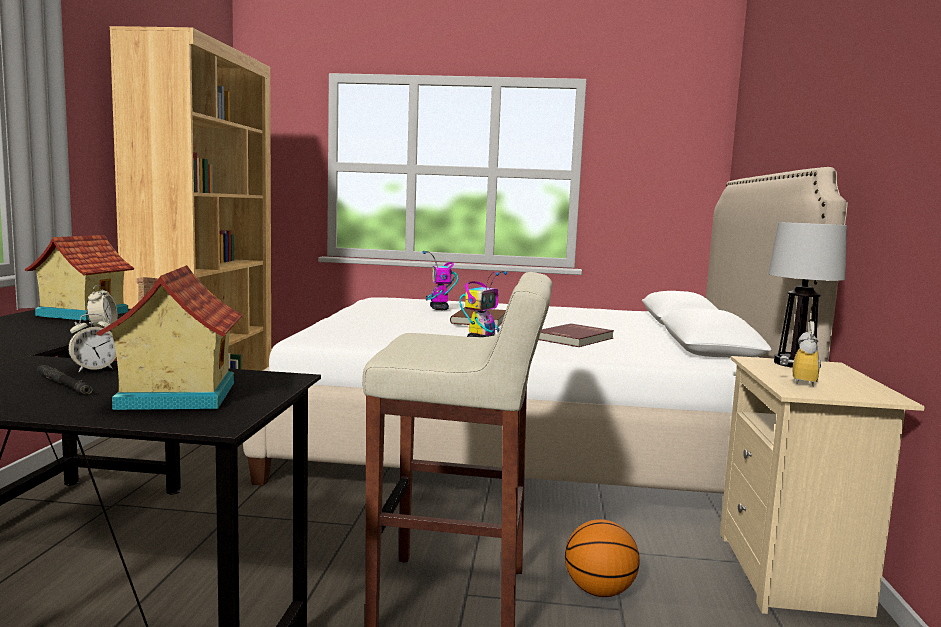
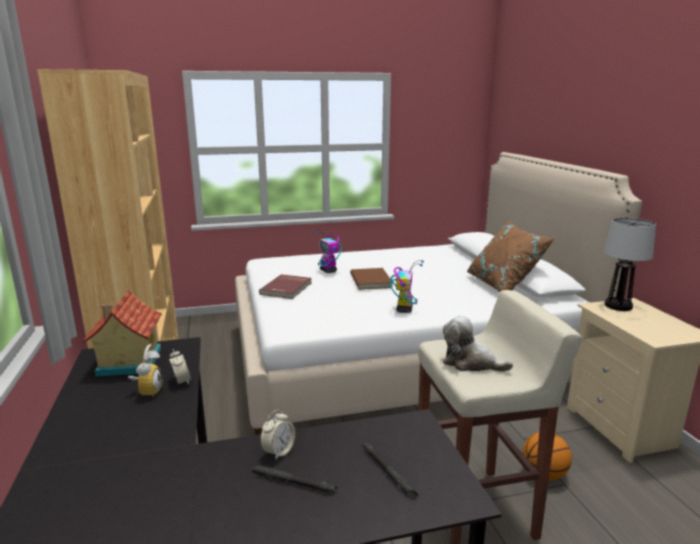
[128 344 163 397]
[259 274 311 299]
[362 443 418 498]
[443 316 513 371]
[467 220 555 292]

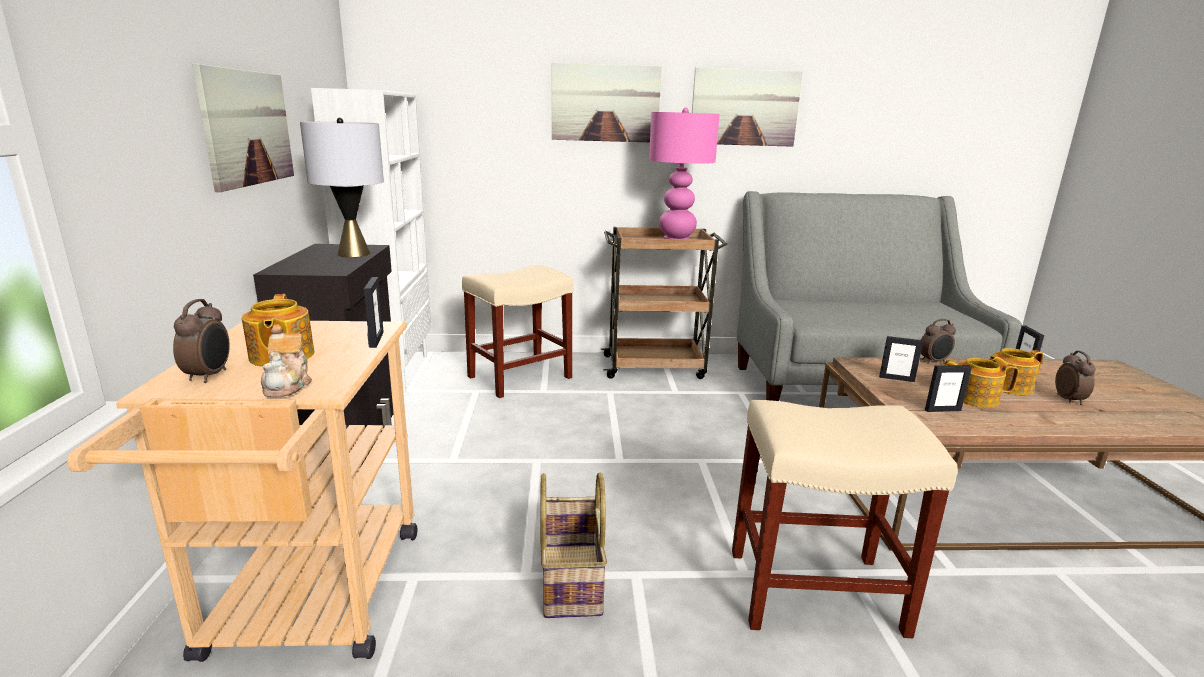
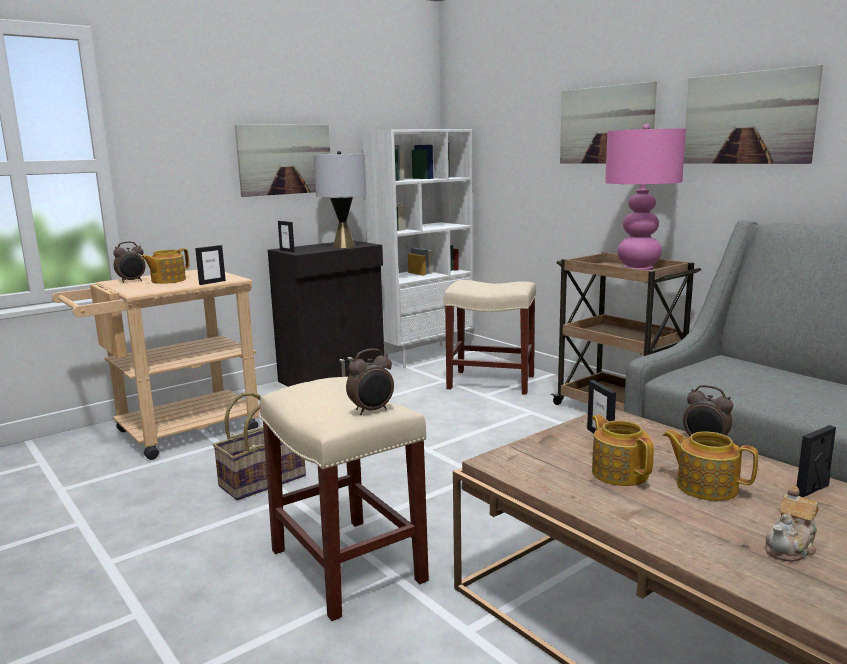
[278 221 295 252]
[346 348 394 415]
[765 486 819 562]

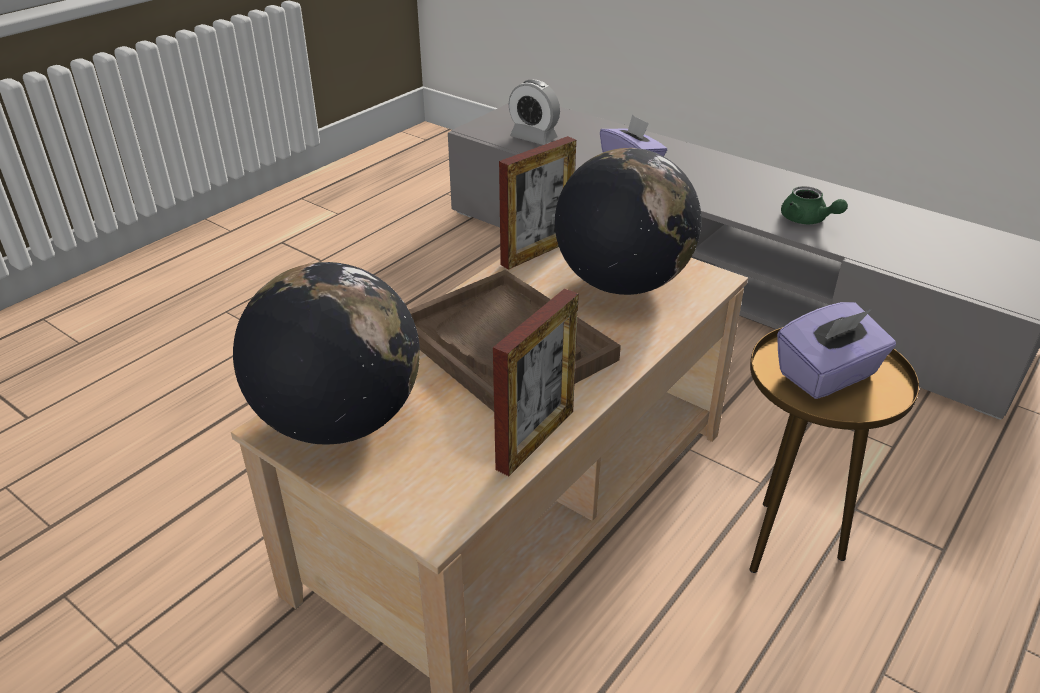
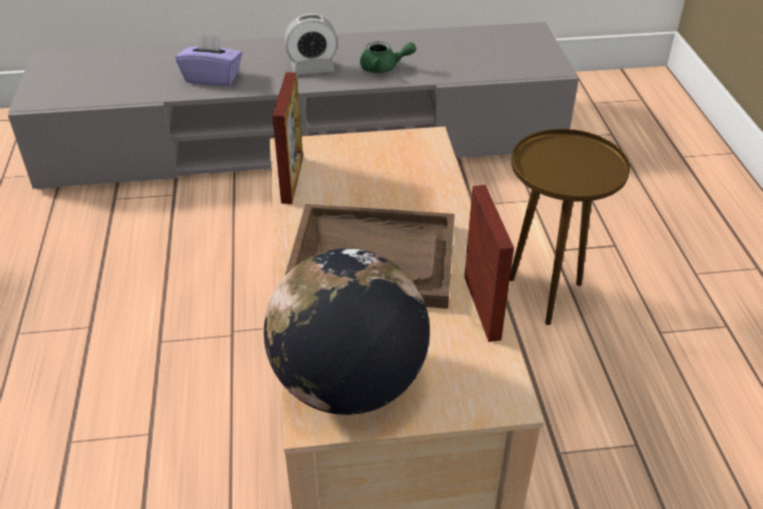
[284 14 338 75]
[555 148 702 295] (first image)
[777 302 896 399] (first image)

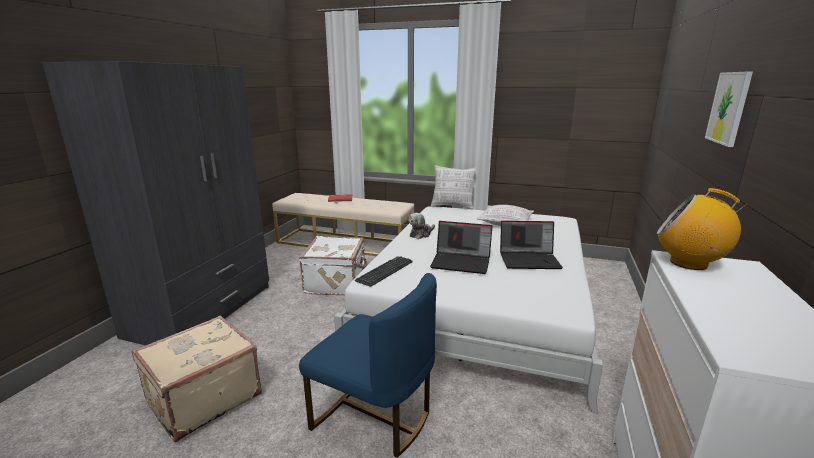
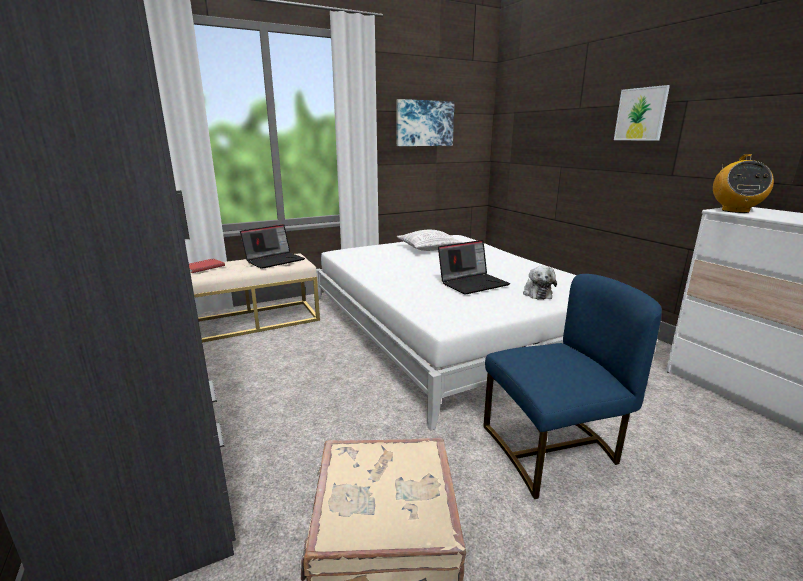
[240 224 305 269]
[396 99 454 146]
[523 265 557 299]
[713 154 774 213]
[299 236 367 295] (first image)
[355 256 413 287] (first image)
[431 165 477 209] (first image)

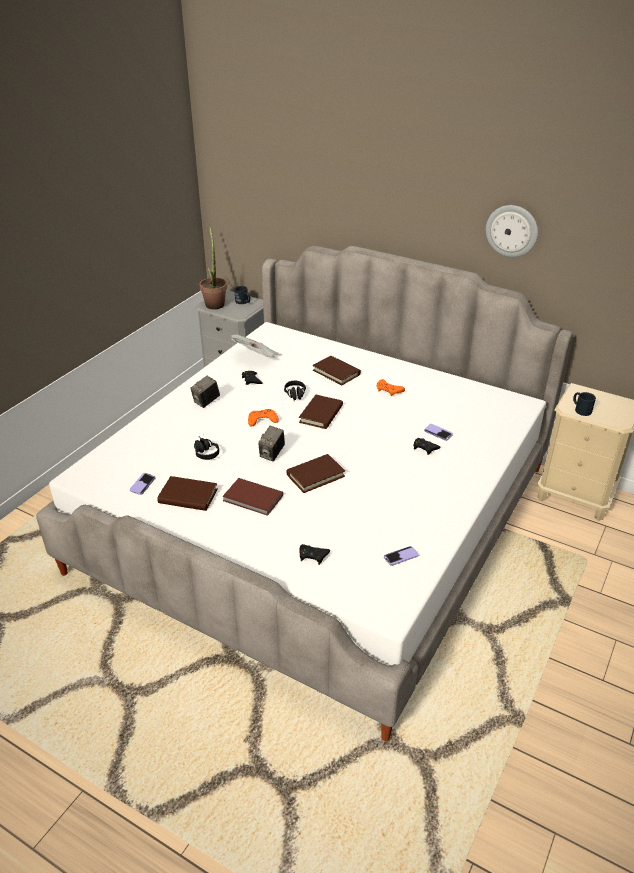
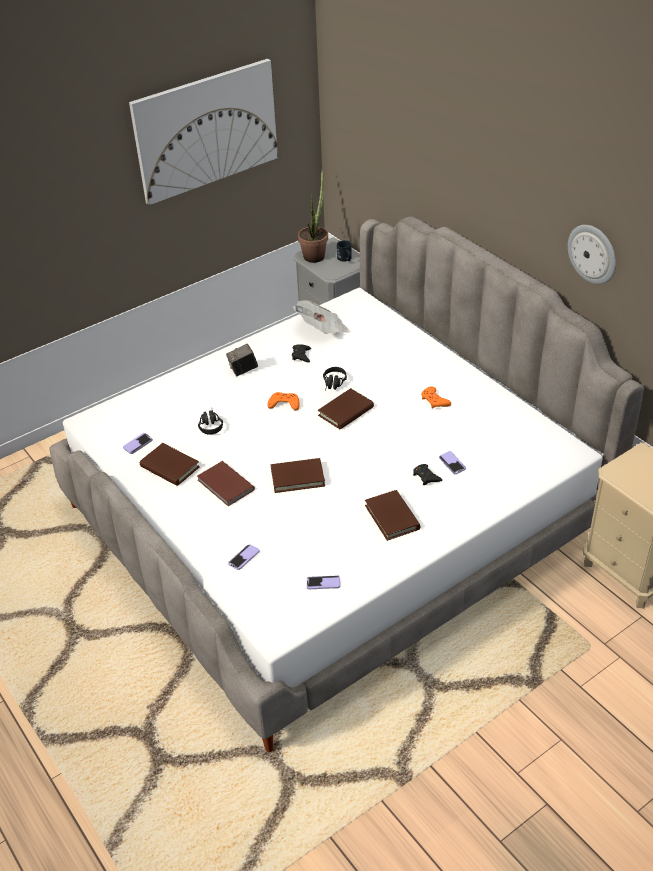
[129 59 278 205]
[228 544 260 570]
[365 490 420 541]
[258 426 285 461] (first image)
[573 392 596 416] (first image)

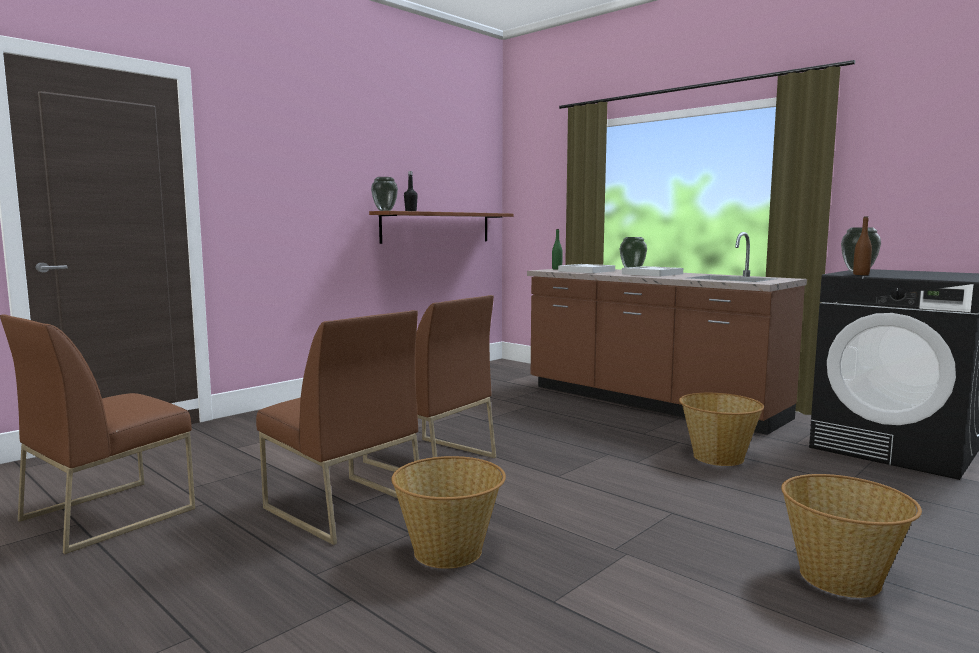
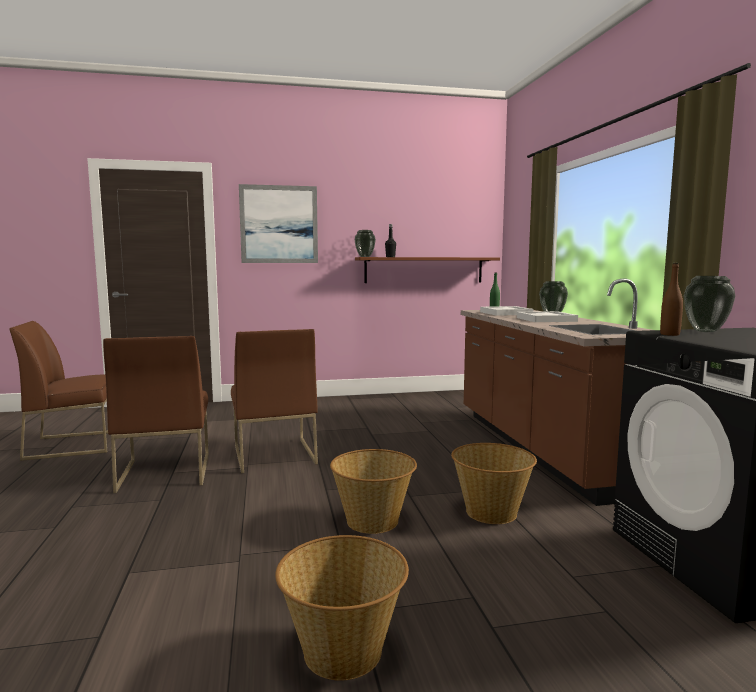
[239 184 318 263]
[330 449 417 534]

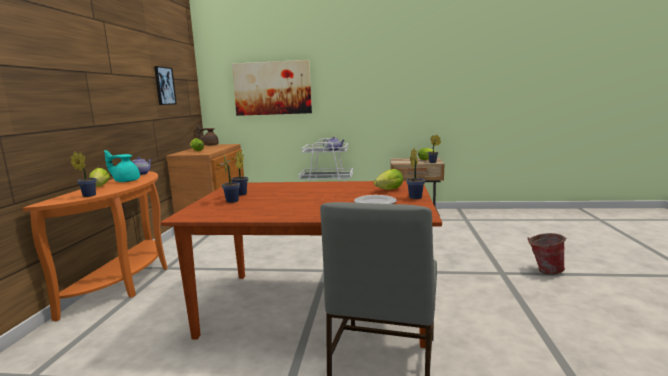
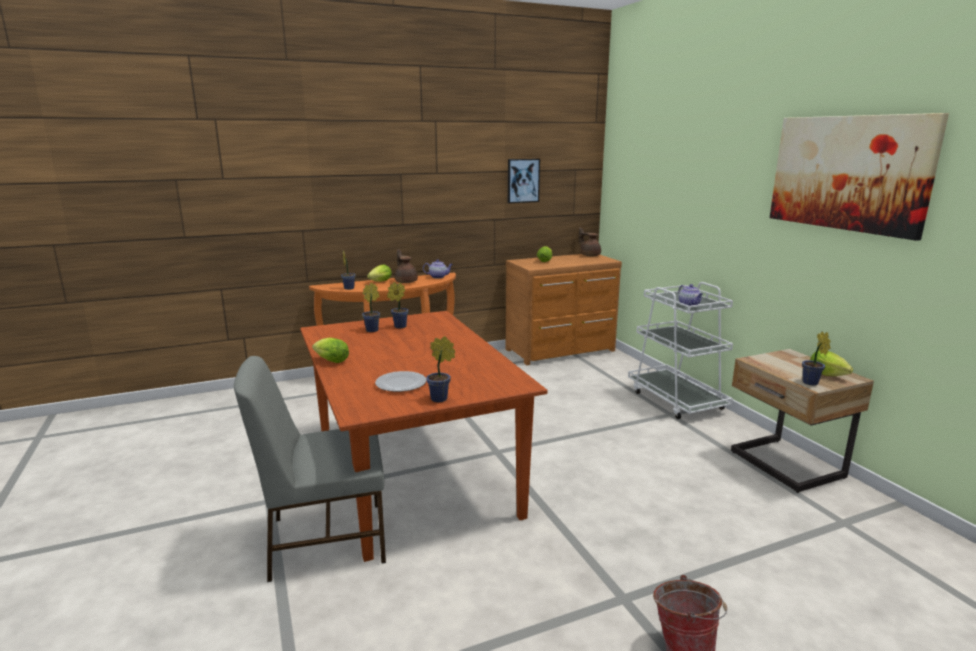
[312 338 349 363]
[395 249 418 283]
[770 113 949 241]

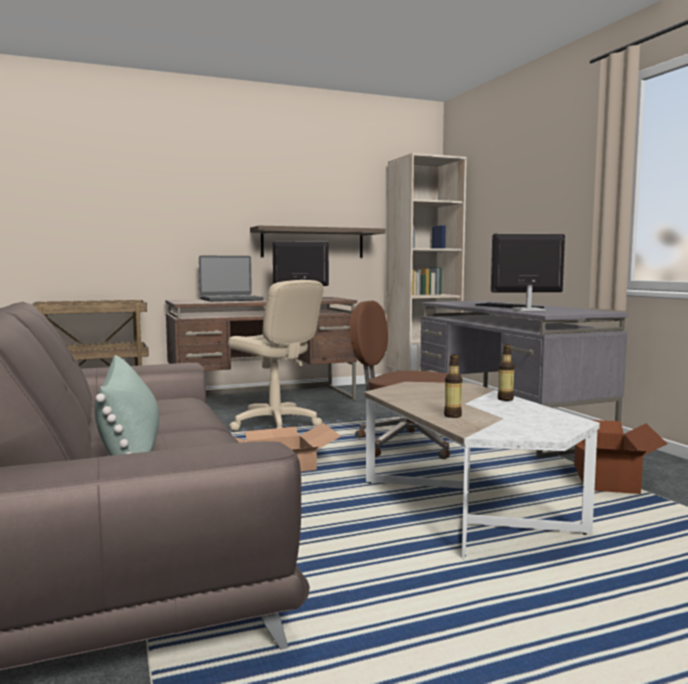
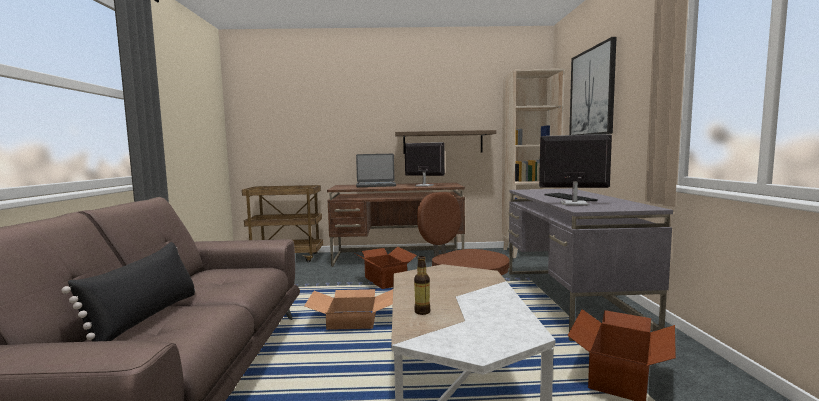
[61 242 195 342]
[356 247 417 289]
[569 37 616 135]
[498 344 514 401] (first image)

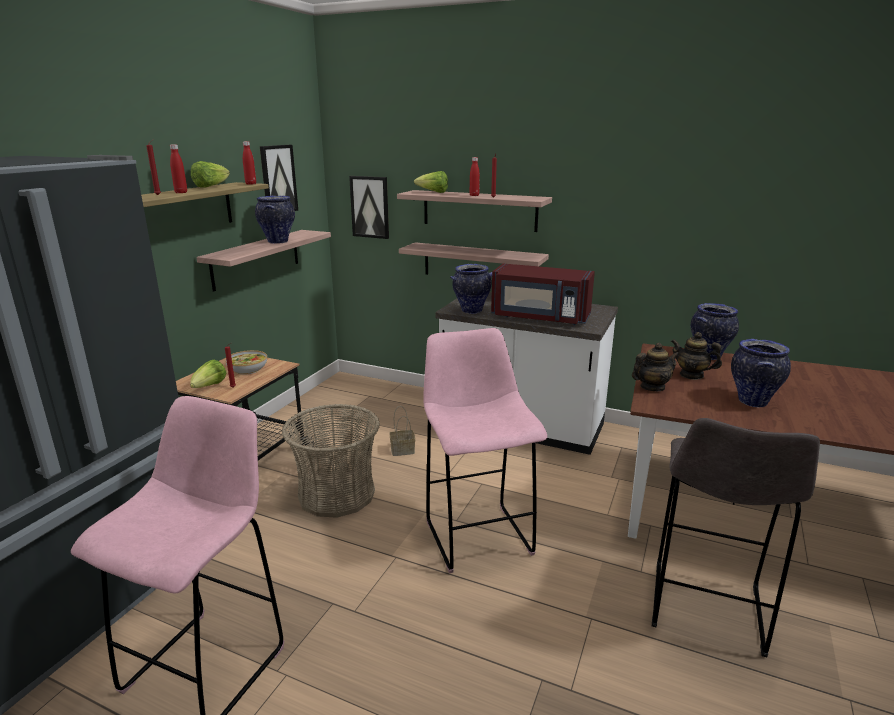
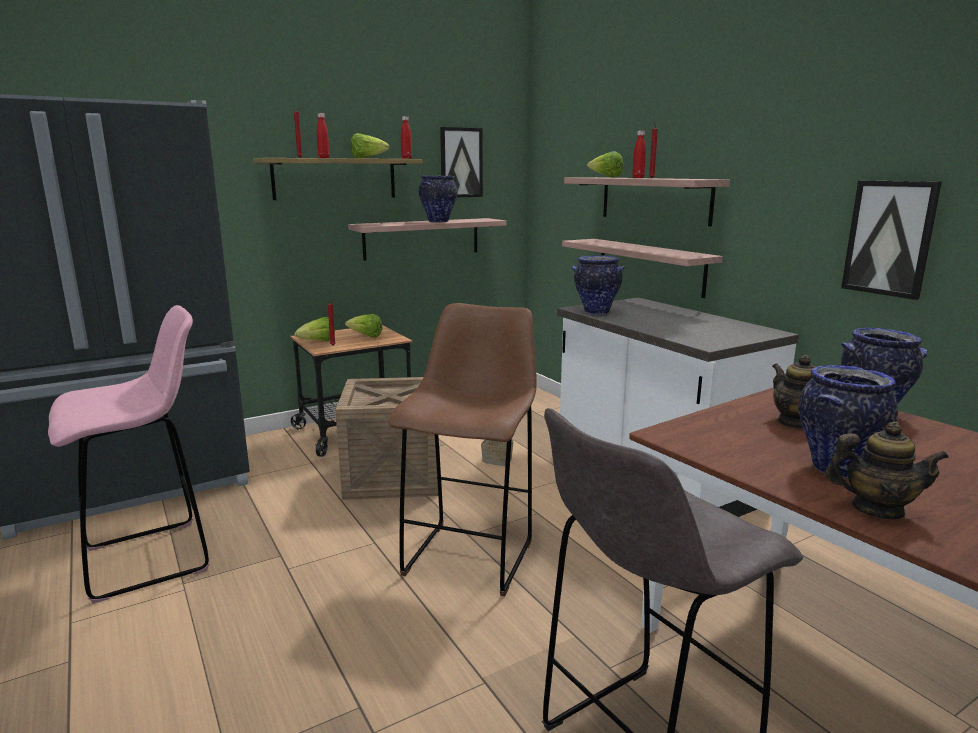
[336 377 438 500]
[345 314 383 337]
[388 303 537 596]
[825 422 949 519]
[841 181 942 300]
[491 264 595 325] (first image)

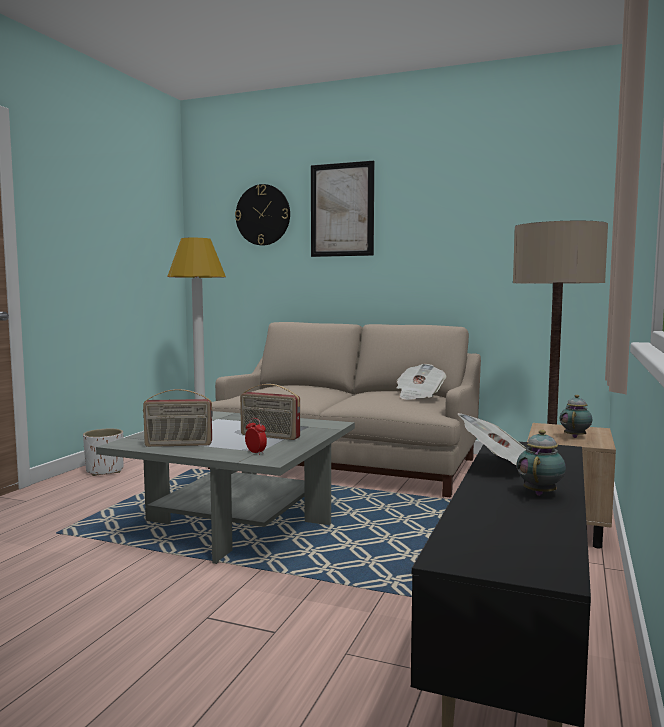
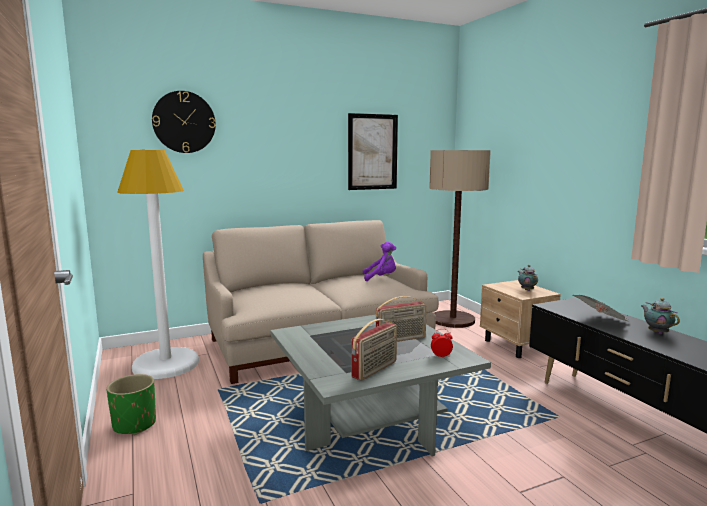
[106 374 156 435]
[348 113 398 190]
[363 241 396 281]

